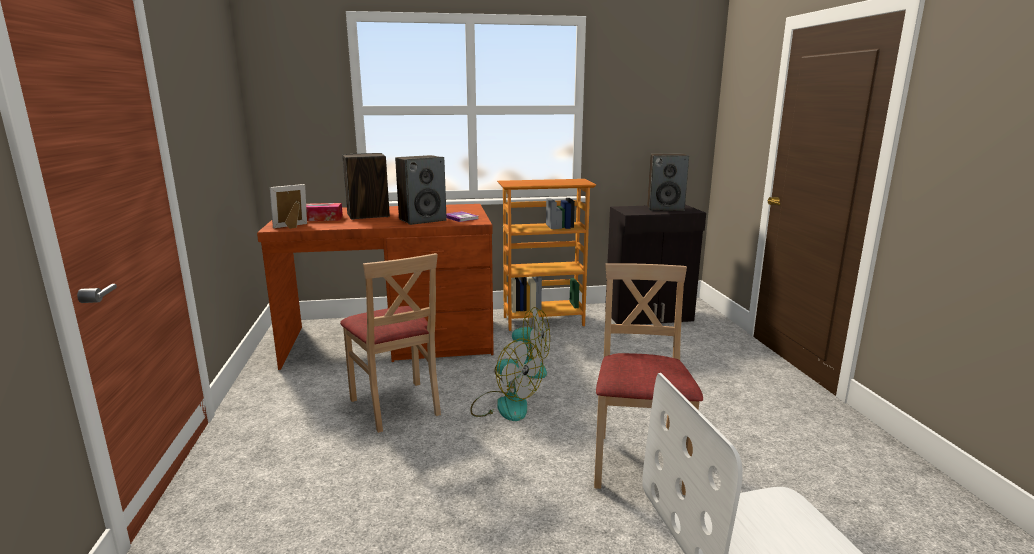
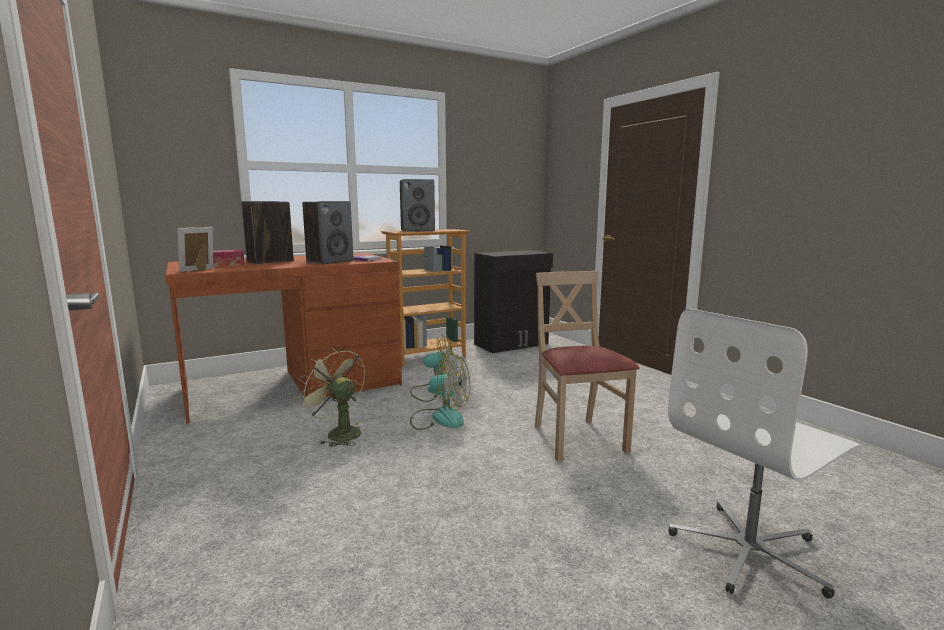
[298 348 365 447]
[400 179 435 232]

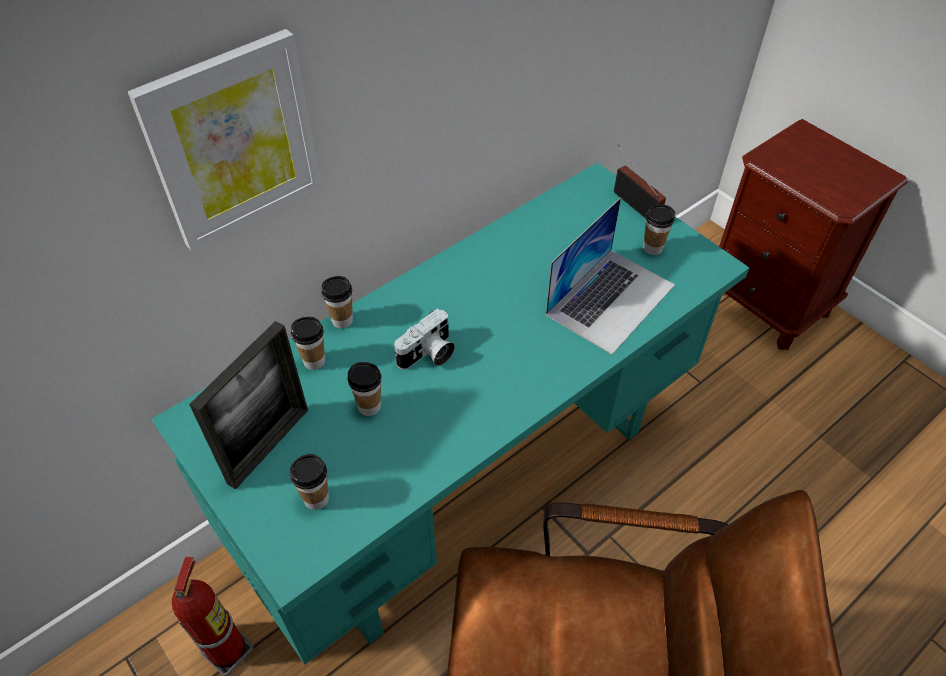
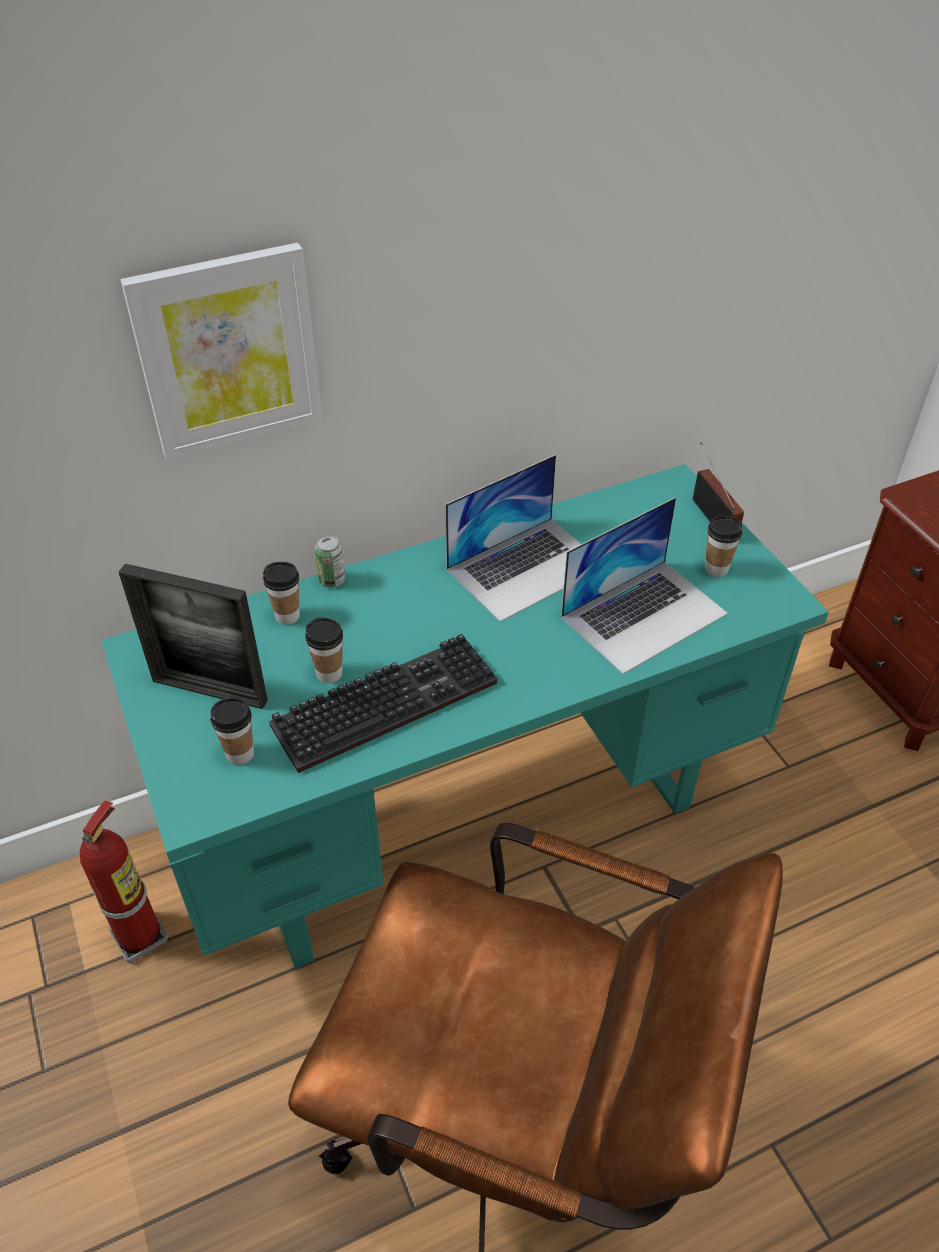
[119 563 268 709]
[269 634 497 773]
[315 535 345 588]
[445 455 581 622]
[394 309 455 370] (first image)

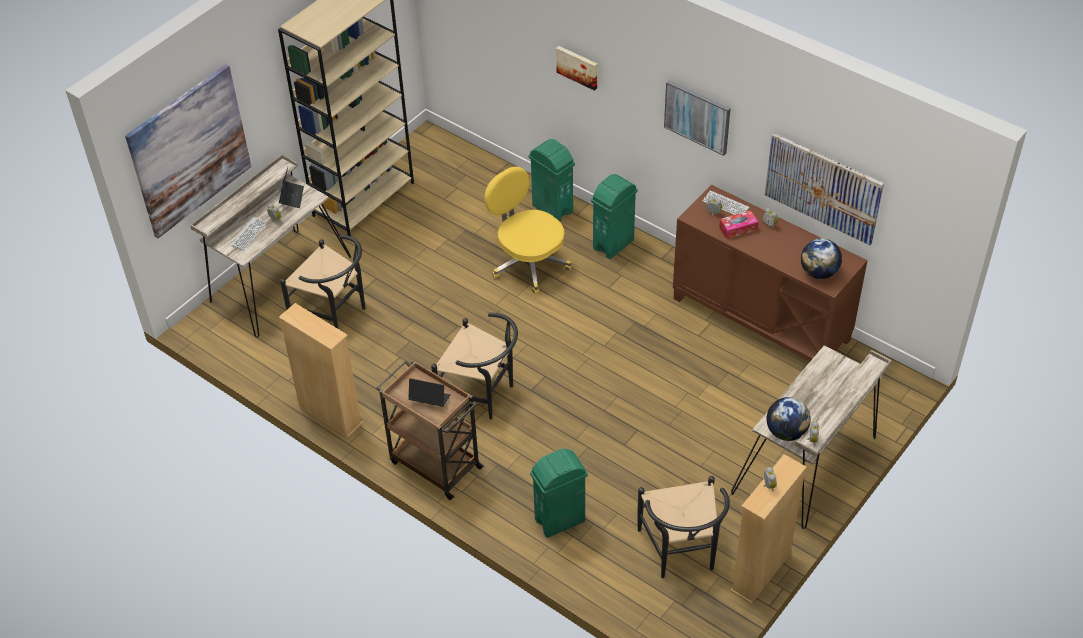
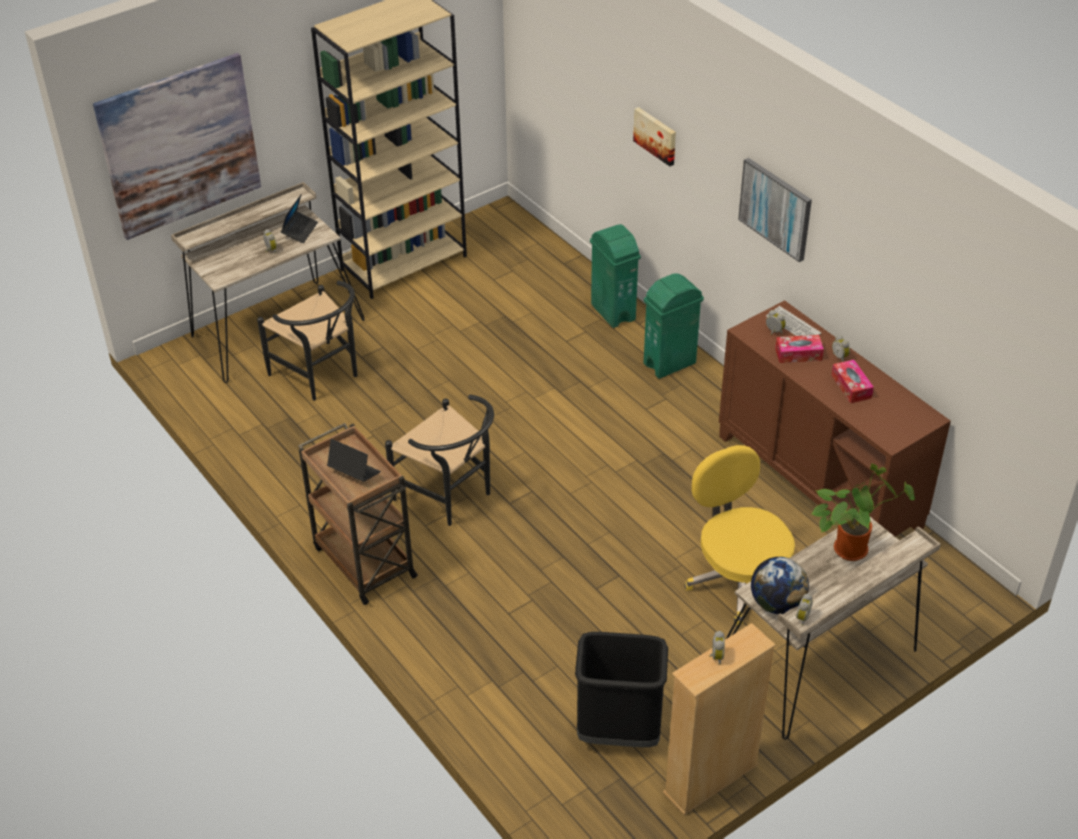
[575 632 668 747]
[685 445 795 625]
[812 464 915 561]
[831 360 874 403]
[230 217 267 251] (first image)
[279 303 363 437] (first image)
[530 449 588 538] (first image)
[765 133 884 245] (first image)
[801 238 842 279] (first image)

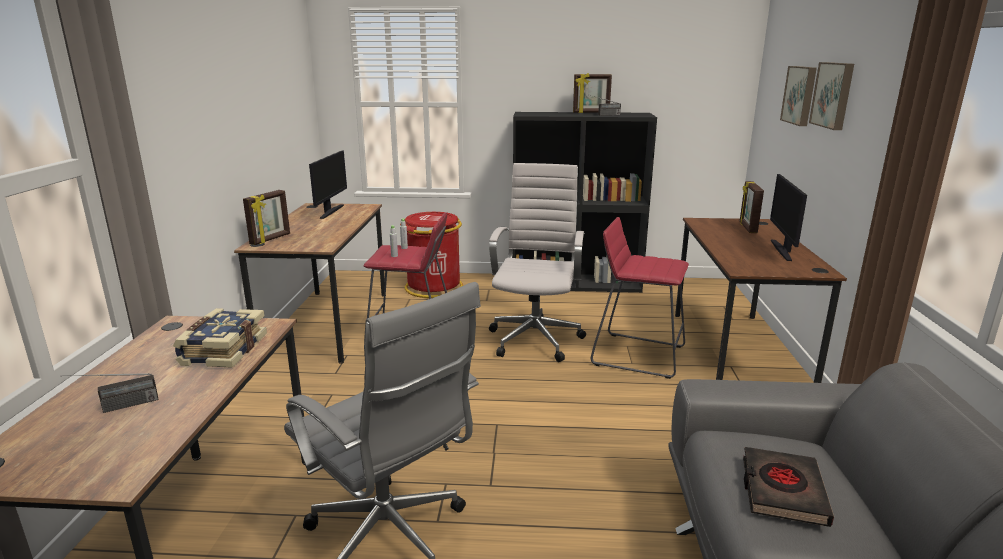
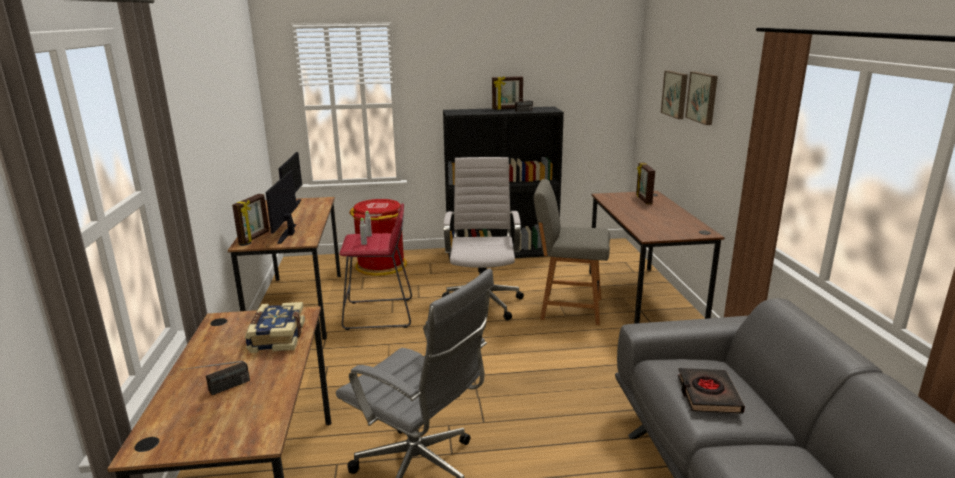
[266 171 297 244]
[534 179 610 325]

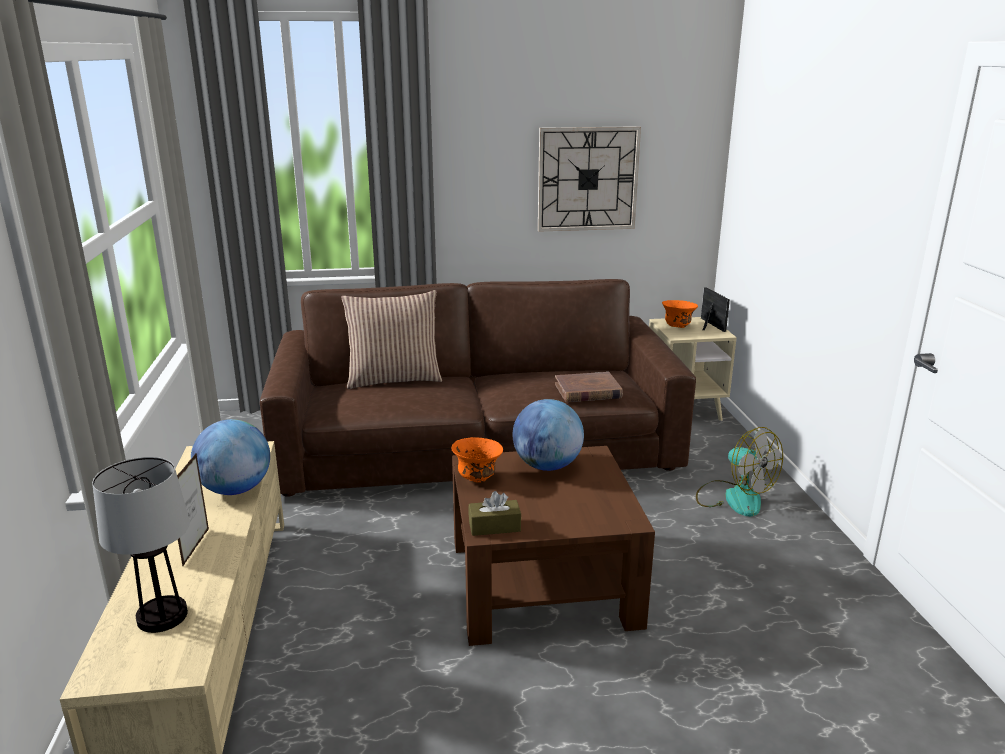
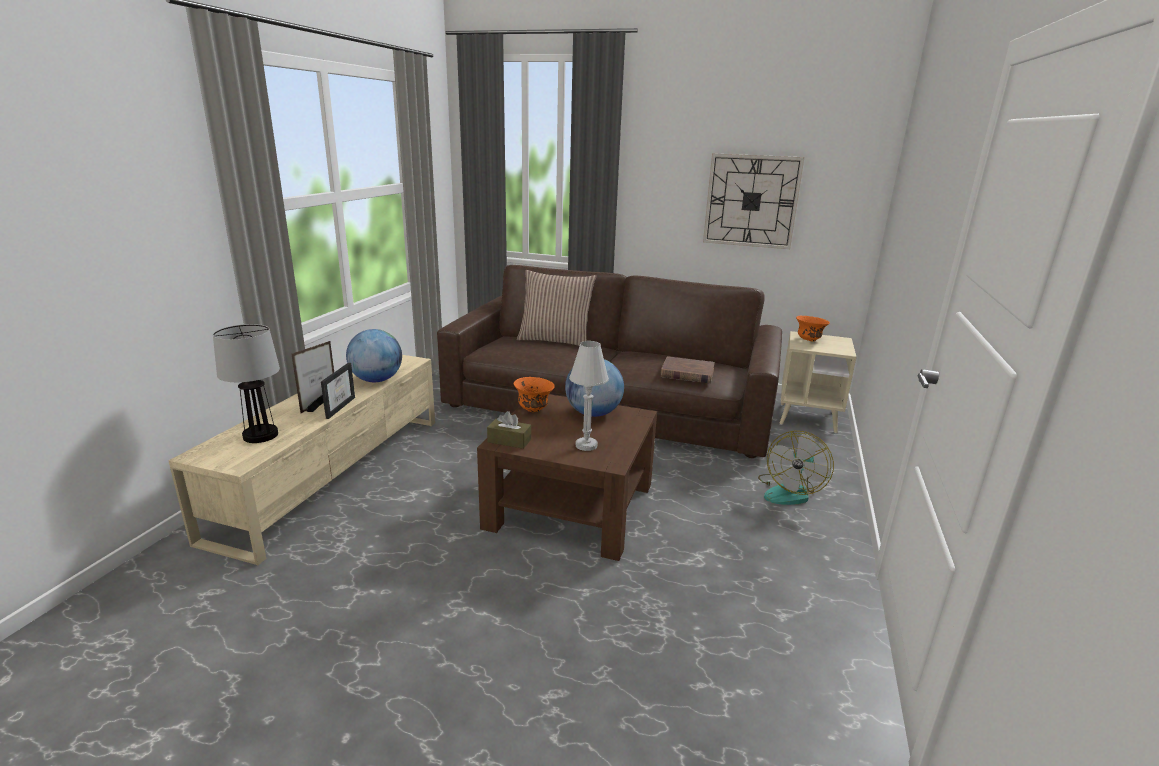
[306 363 355 419]
[569 341 609 451]
[758 431 834 505]

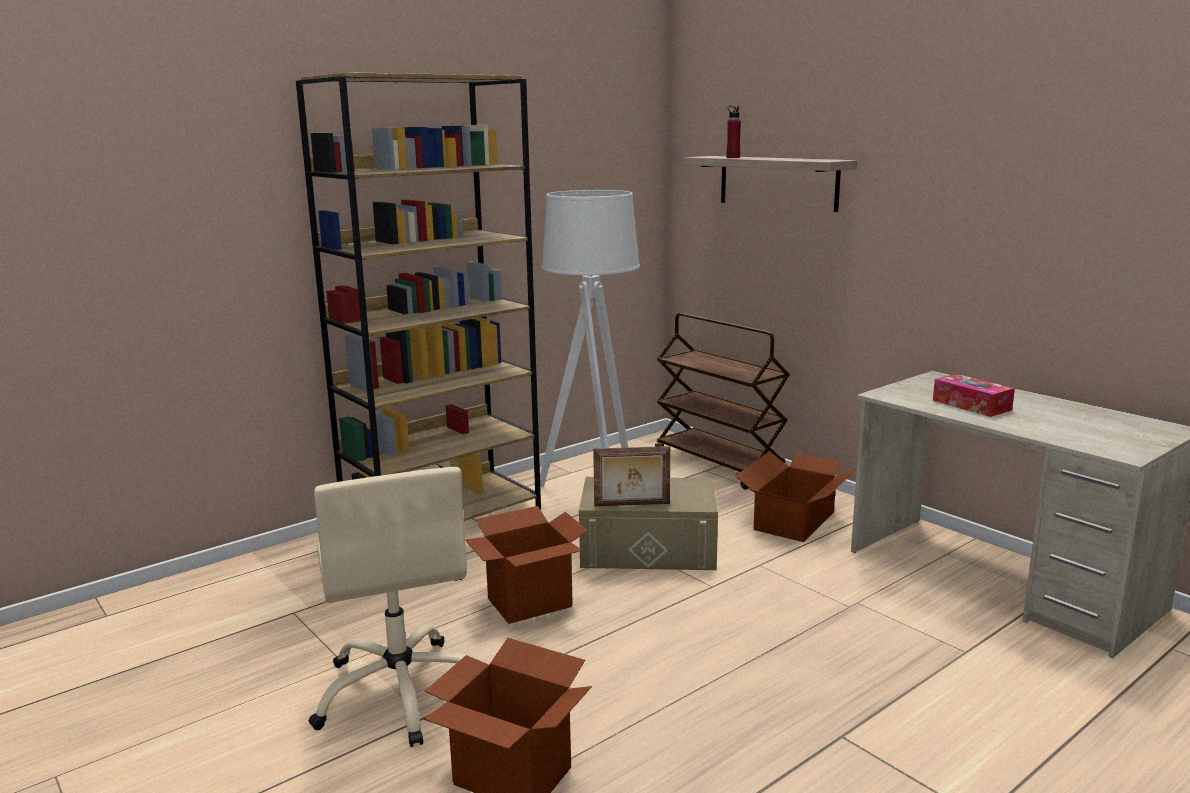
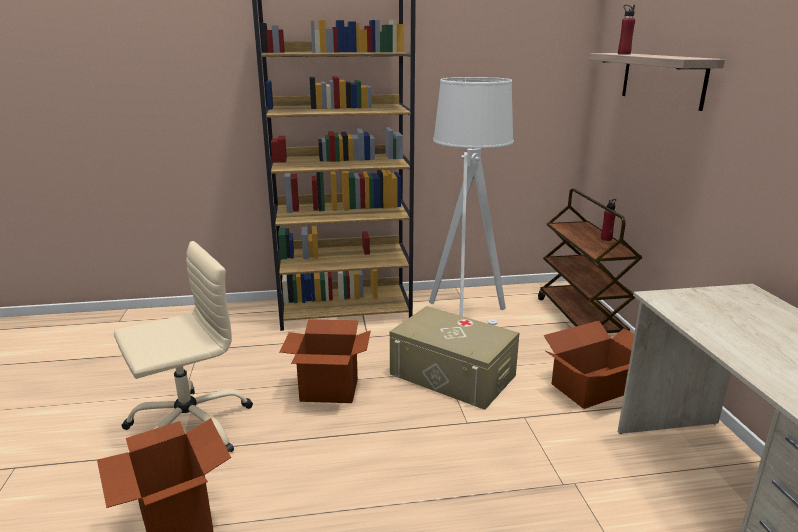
[114 241 253 452]
[601 199 616 241]
[593 446 670 507] (first image)
[933 374 1015 417] (first image)

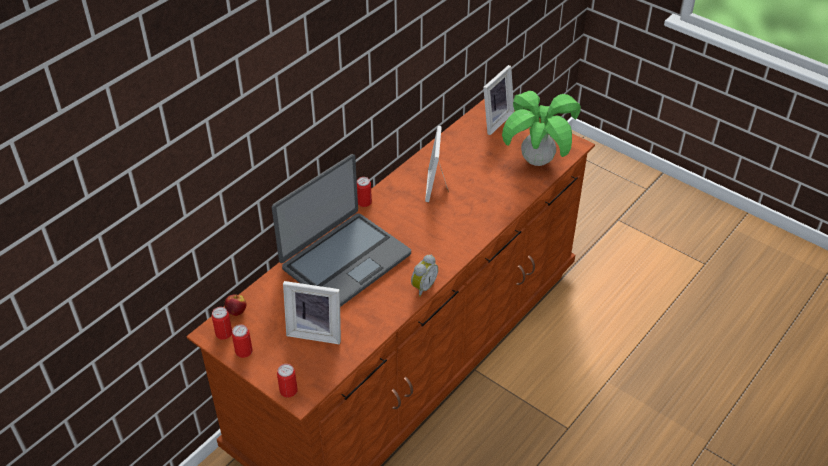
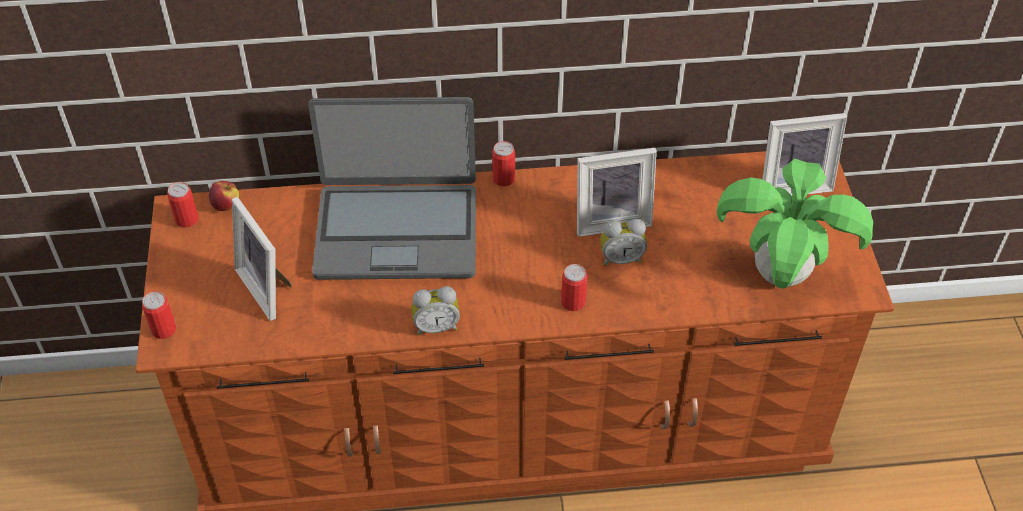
[561 264 588 311]
[577 148 657 237]
[600 219 647 266]

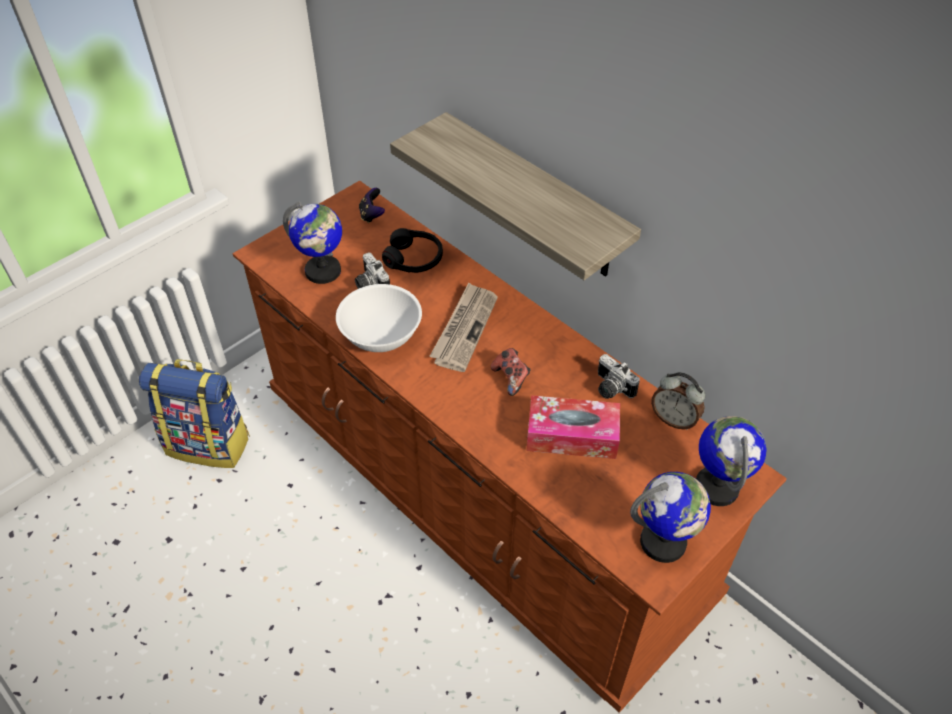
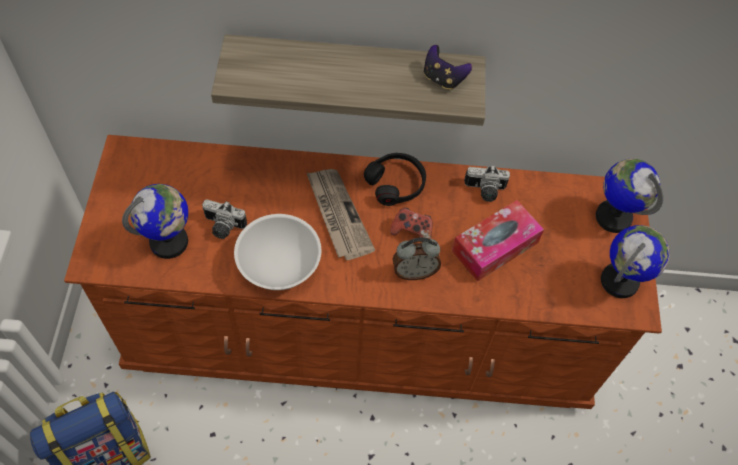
[364 153 426 206]
[393 237 441 280]
[424 45 472 90]

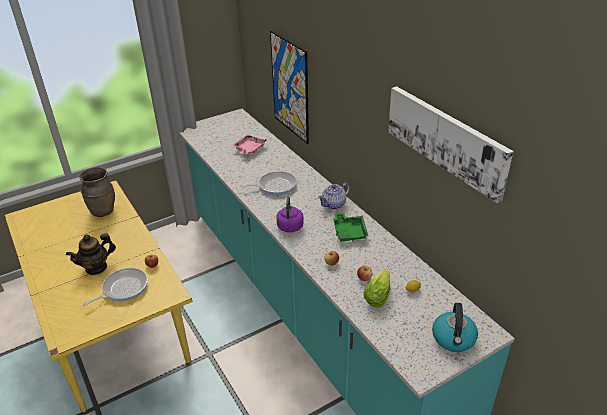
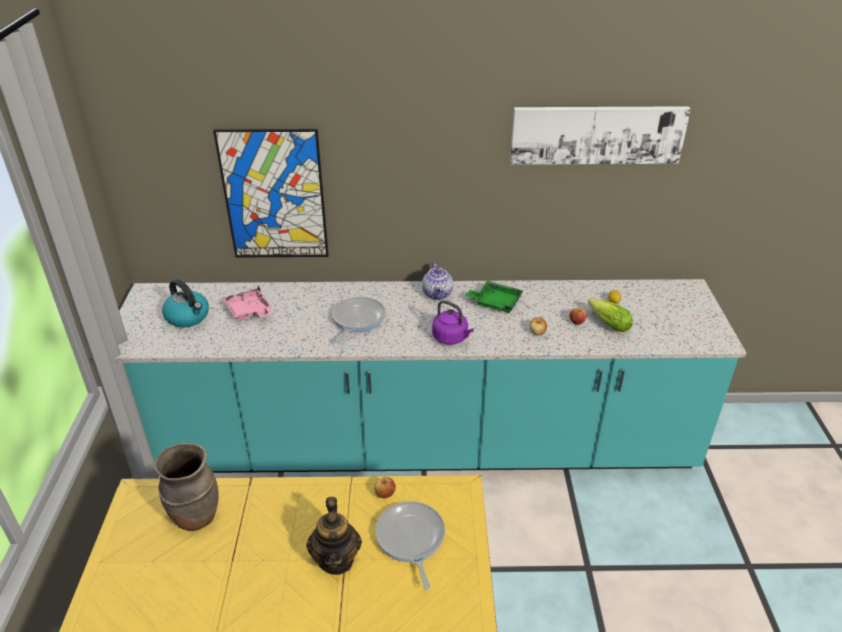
[162 279 209 327]

